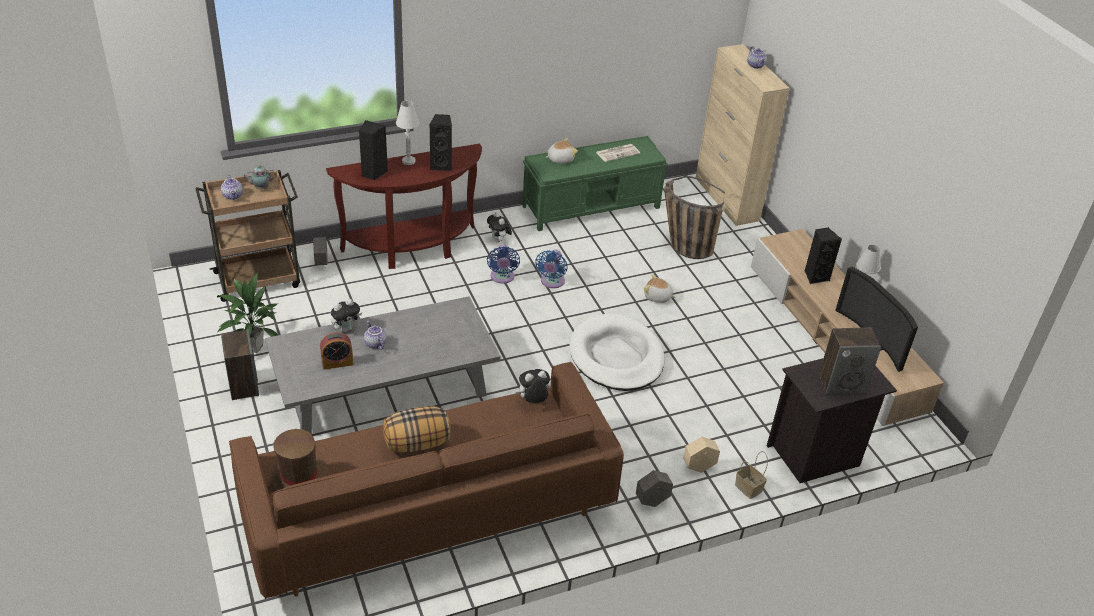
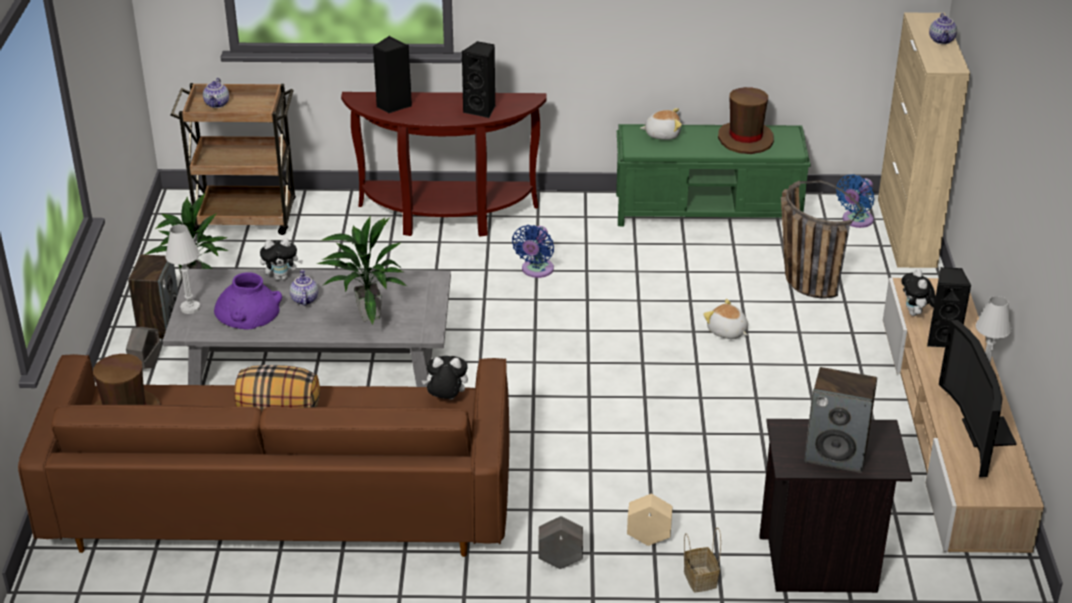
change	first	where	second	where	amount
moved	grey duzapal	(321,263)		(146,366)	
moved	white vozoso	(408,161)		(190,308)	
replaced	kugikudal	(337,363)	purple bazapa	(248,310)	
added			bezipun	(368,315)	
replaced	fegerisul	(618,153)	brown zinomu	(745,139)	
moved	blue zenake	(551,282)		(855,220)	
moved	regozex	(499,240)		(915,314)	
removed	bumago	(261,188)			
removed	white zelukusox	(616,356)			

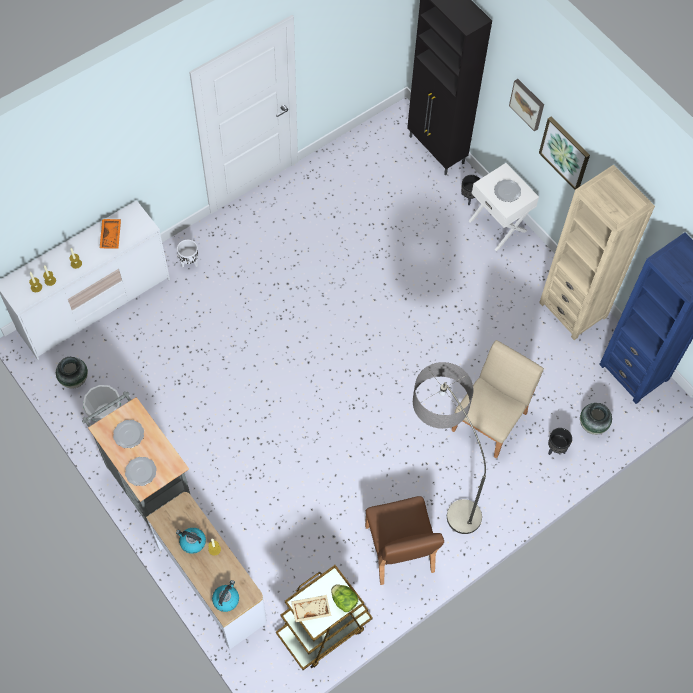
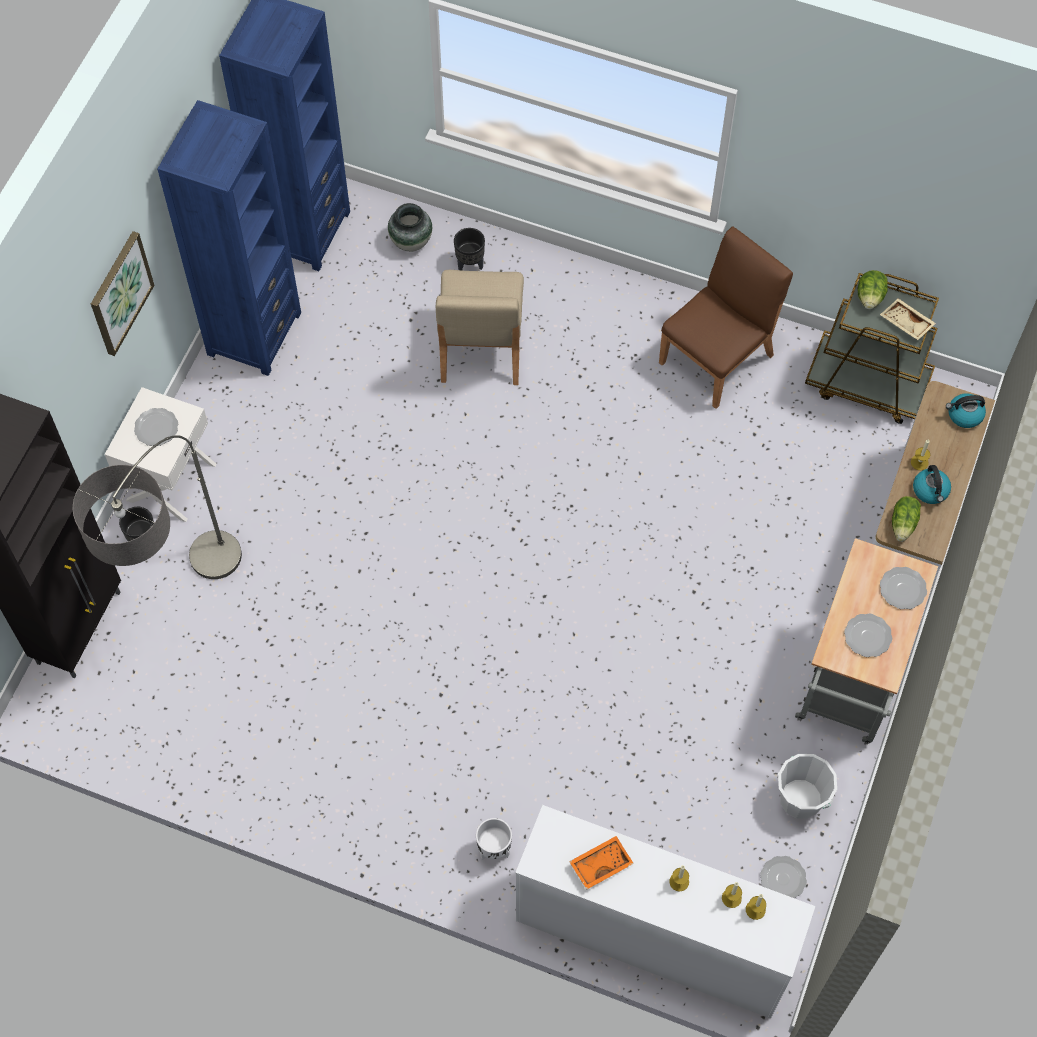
change	first	where	second	where	amount
moved	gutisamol	(439,483)		(184,608)	
recoloured	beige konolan	(573,309)	blue konolan	(254,333)	
turned	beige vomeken	(490,420)		(480,348)	90 degrees counterclockwise
replaced	bazapa	(74,379)	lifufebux	(783,879)	
added			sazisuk	(904,524)	
removed	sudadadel	(528,104)			

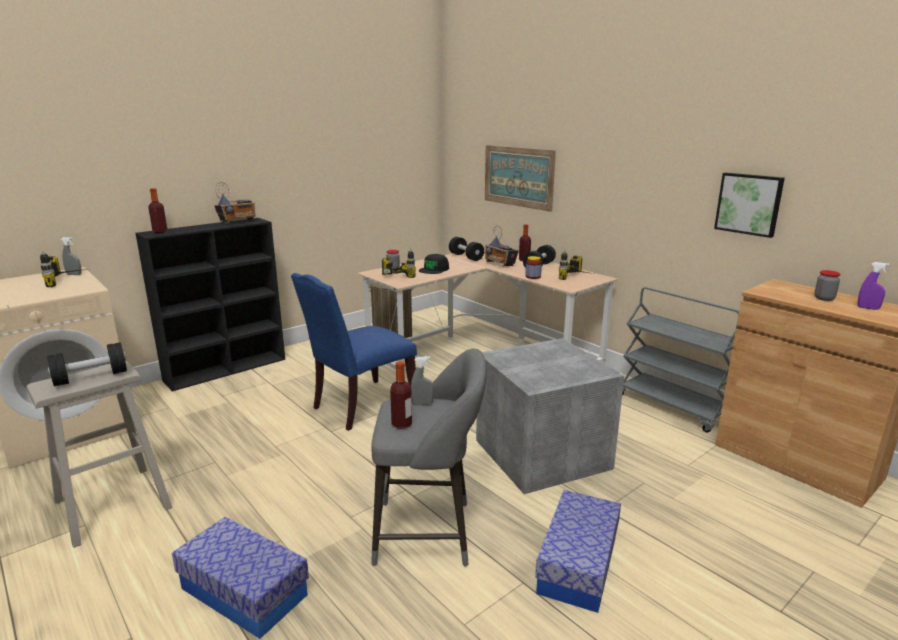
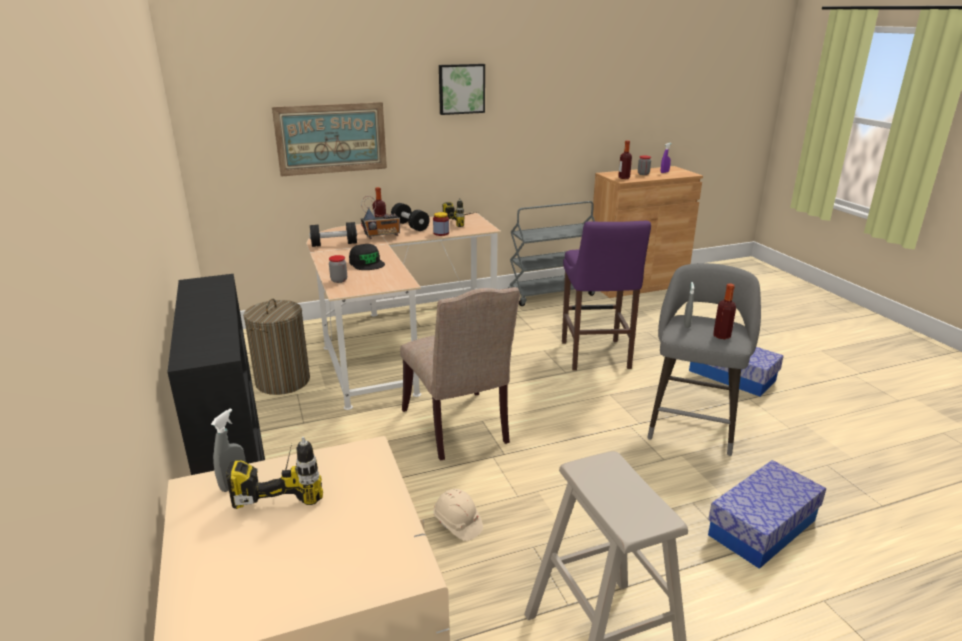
change	first	where	second	where	amount
recoloured	blue vomeken	(361,407)	beige vomeken	(459,428)	
added			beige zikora	(457,523)	
moved	sudadadel	(749,204)		(461,89)	
replaced	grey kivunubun	(539,453)	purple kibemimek	(595,357)	
moved	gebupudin	(160,231)		(624,178)	
removed	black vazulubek	(91,377)			
removed	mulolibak	(238,222)			
removed	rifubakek	(401,274)			

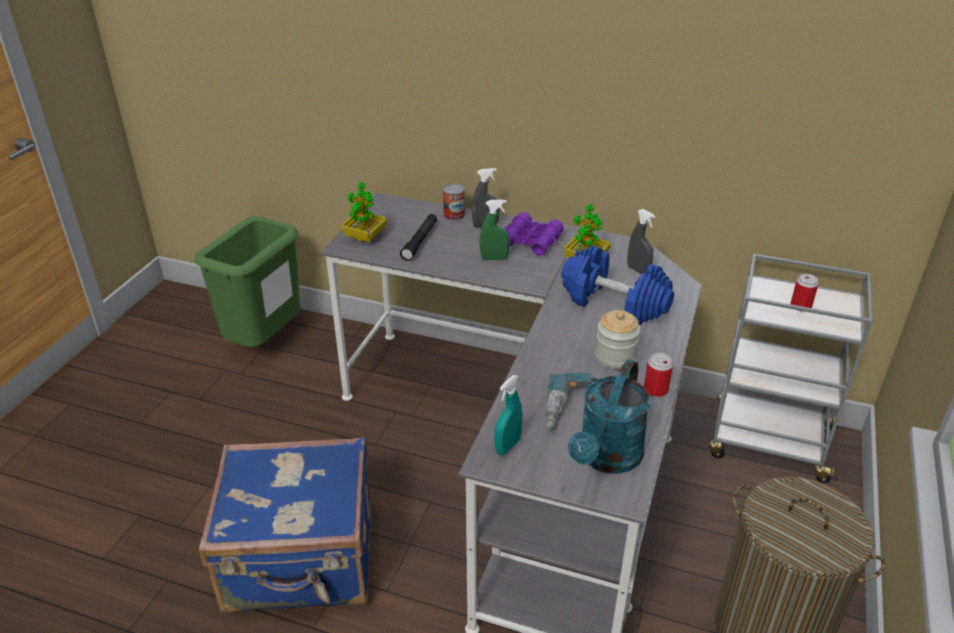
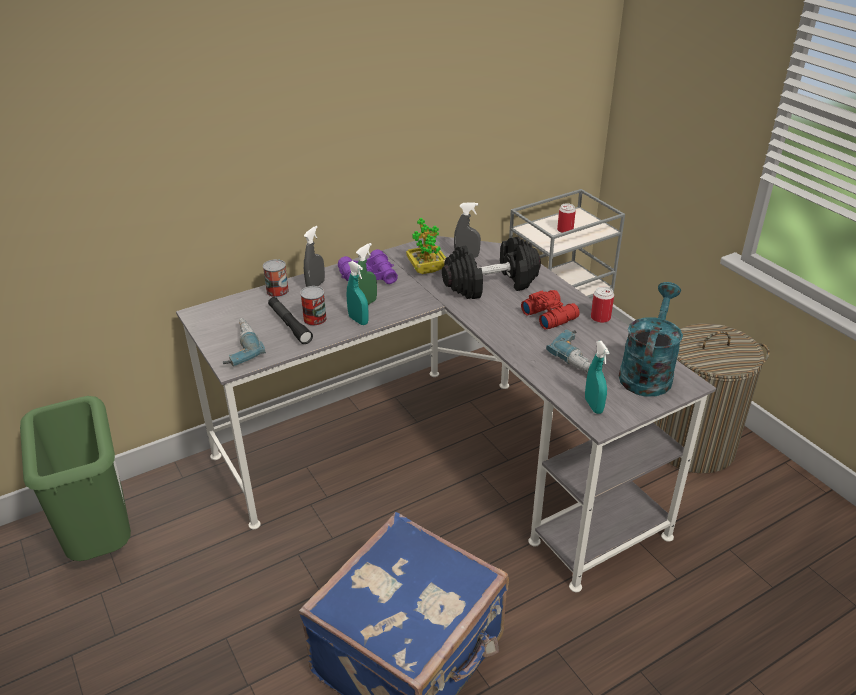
change	first	where	second	where	amount
replaced	bezipun	(365,237)	rifubakek	(238,348)	
added			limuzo	(315,319)	
added			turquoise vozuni	(358,320)	
recoloured	blue vazulubek	(613,303)	black vazulubek	(490,285)	
replaced	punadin	(615,357)	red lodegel	(549,315)	
turned	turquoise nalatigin	(606,459)		(647,372)	135 degrees counterclockwise

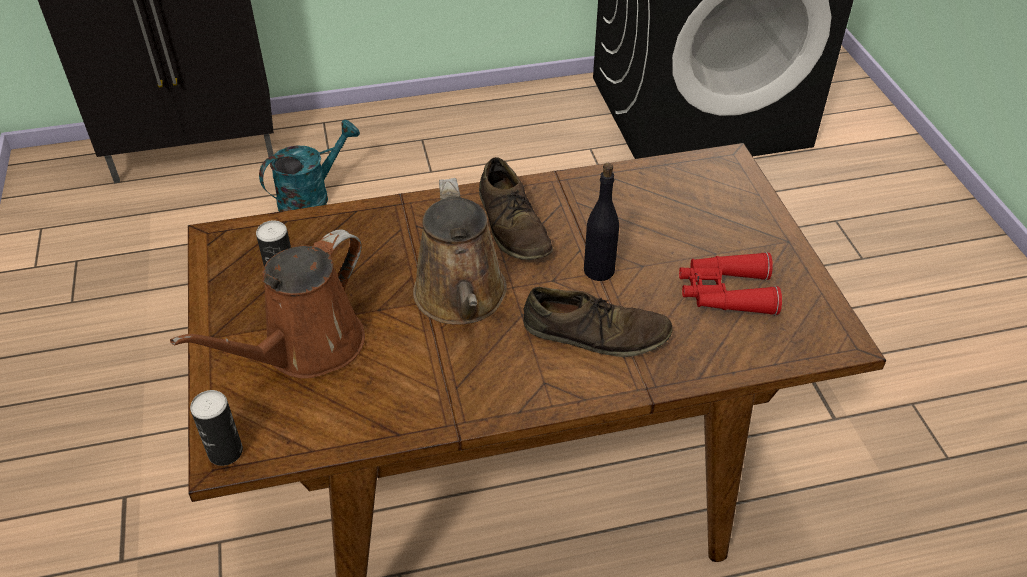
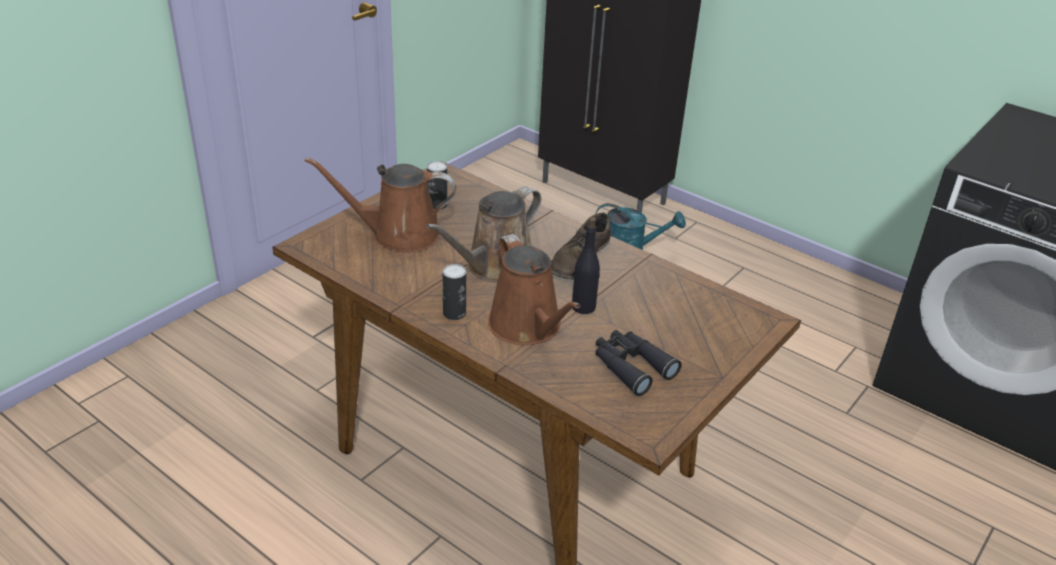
change	first	where	second	where	amount
moved	limuzo	(225,452)		(454,313)	
replaced	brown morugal	(596,333)	brown nalatigin	(528,327)	
recoloured	red lodegel	(725,293)	black lodegel	(630,367)	

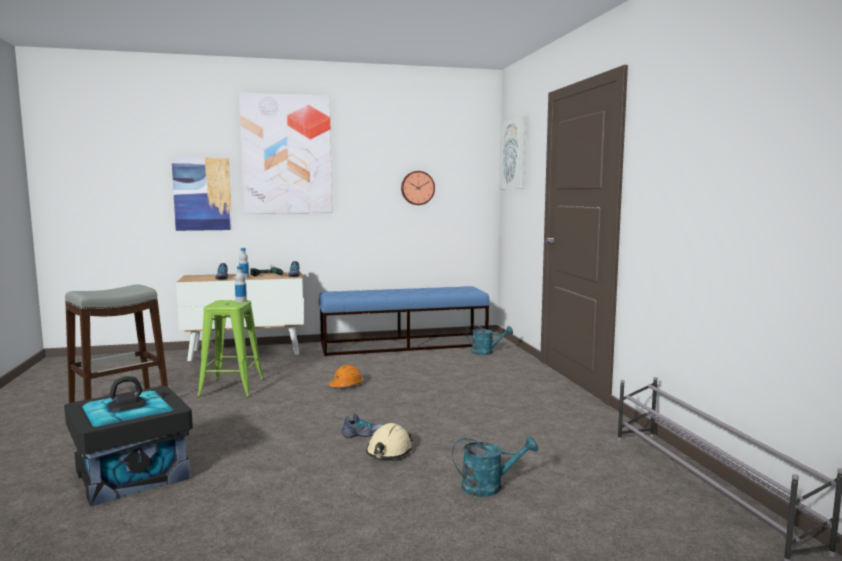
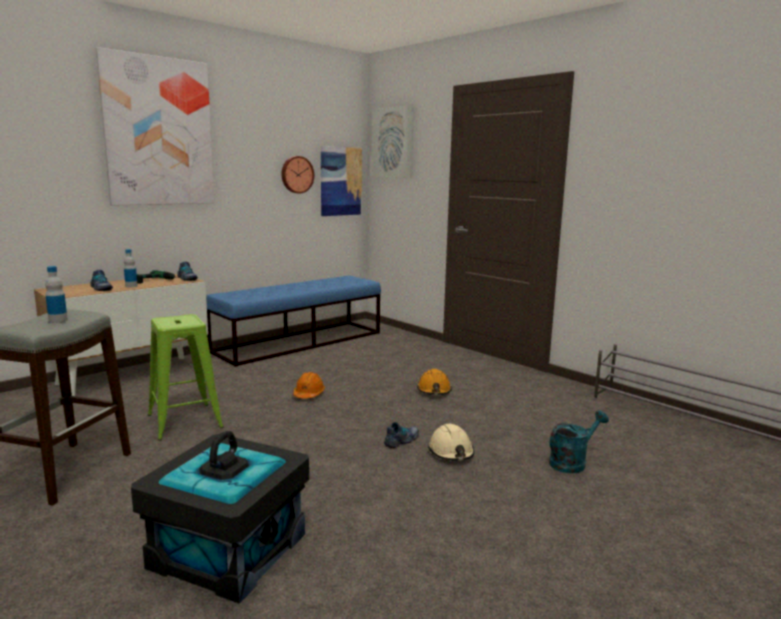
change	first	where	second	where	amount
moved	gebupudin	(241,301)		(58,320)	
moved	sudadadel	(202,194)		(341,181)	
added			orange zikora	(434,391)	
removed	turquoise nalatigin	(486,352)			

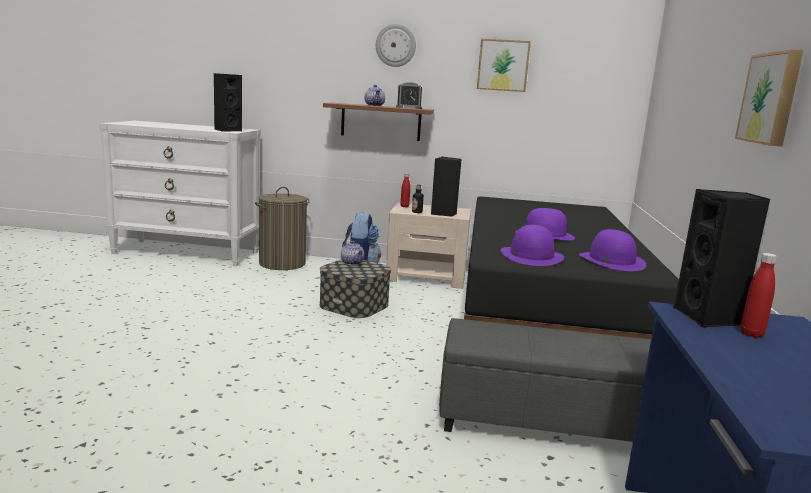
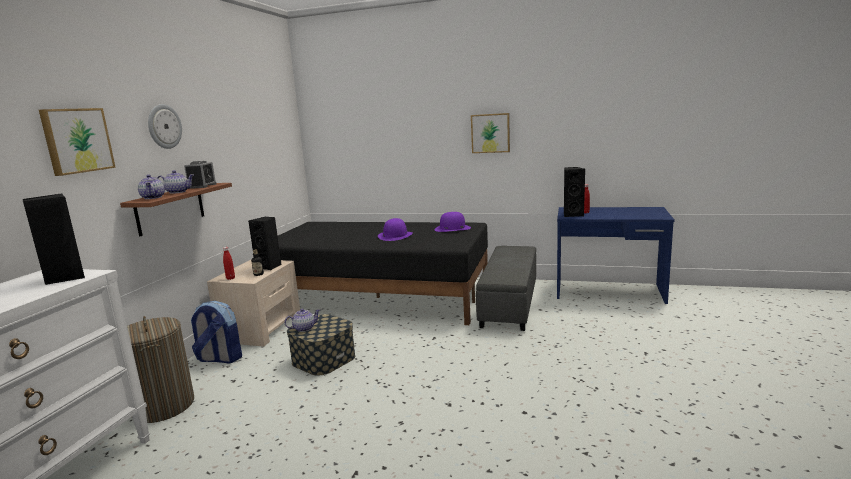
change	first	where	second	where	amount
moved	sudadadel	(503,65)		(76,140)	
added			bumago	(153,197)	
removed	purple zinomu	(531,256)			

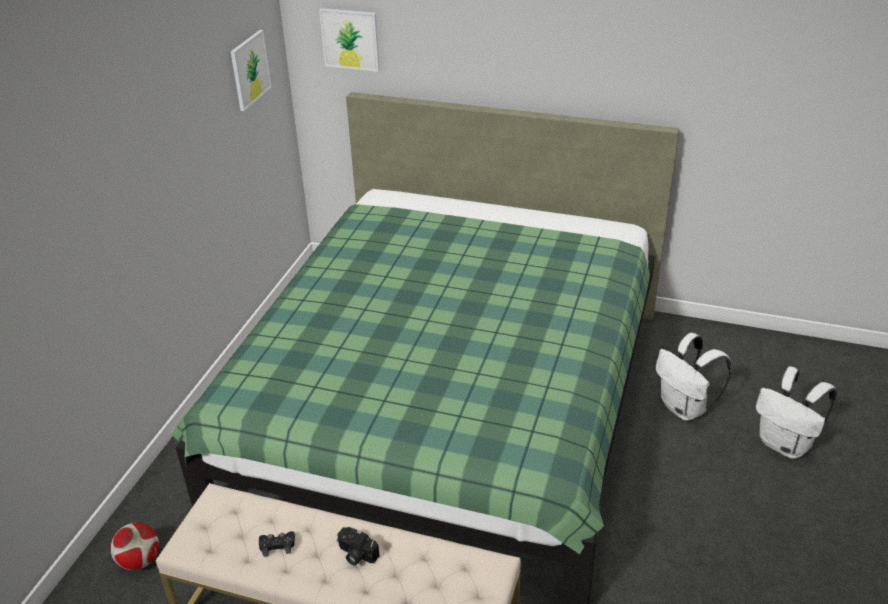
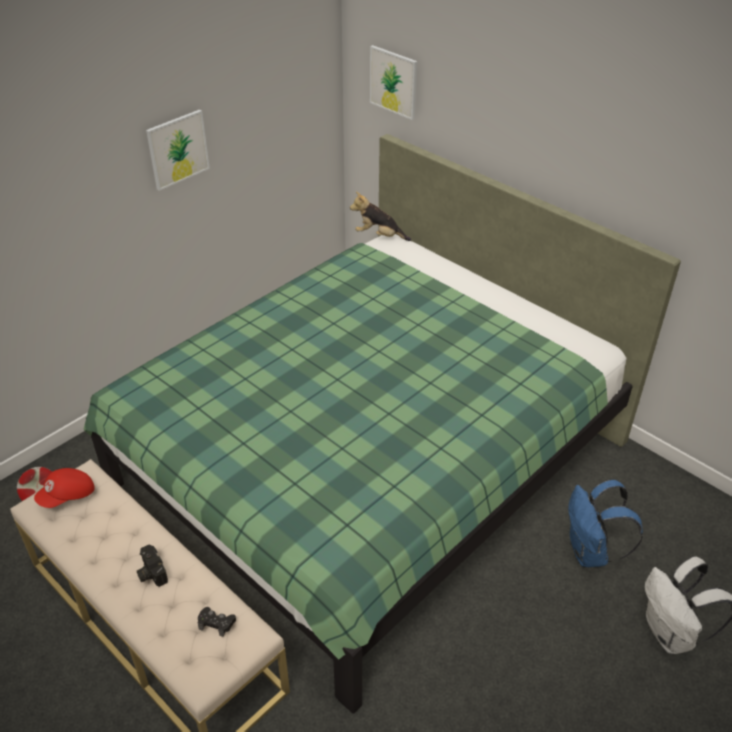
change	first	where	second	where	amount
added			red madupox	(68,496)	
moved	sudadadel	(250,70)		(178,149)	
moved	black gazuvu	(277,545)		(216,623)	
added			regozex	(379,236)	
recoloured	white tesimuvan	(685,408)	blue tesimuvan	(590,552)	

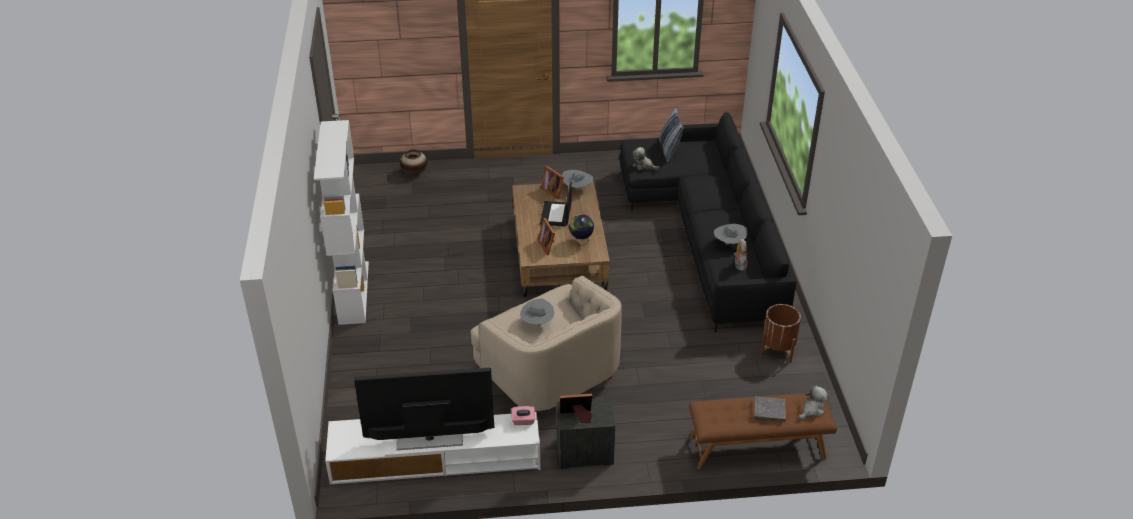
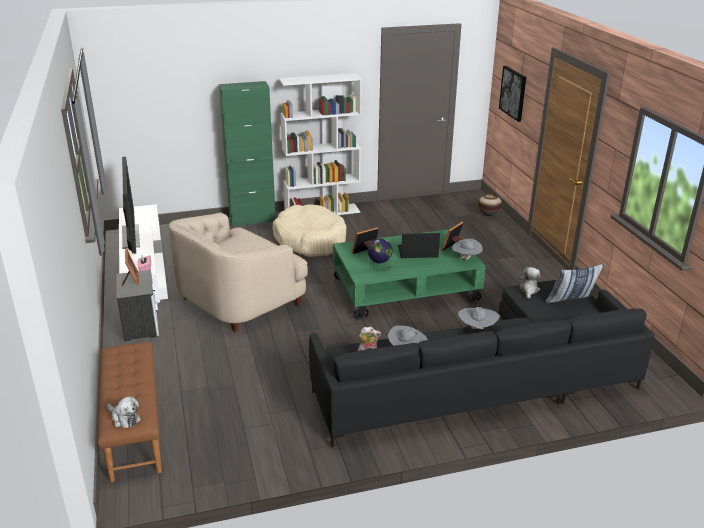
change	first	where	second	where	amount
added			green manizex	(252,220)	
added			beige zelukusox	(310,240)	
recoloured	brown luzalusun	(559,254)	green luzalusun	(405,290)	
moved	grey zinomu	(537,323)		(477,329)	
added			sudadadel	(513,93)	
removed	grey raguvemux	(769,411)			
removed	brown duzapal	(778,349)			

